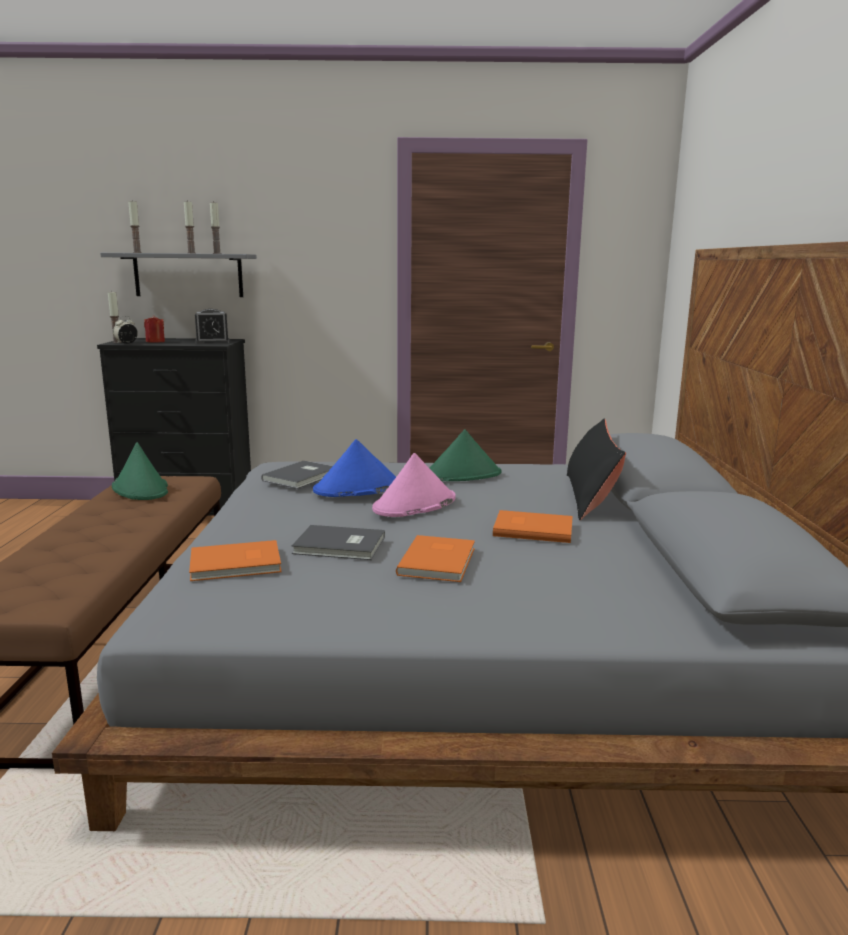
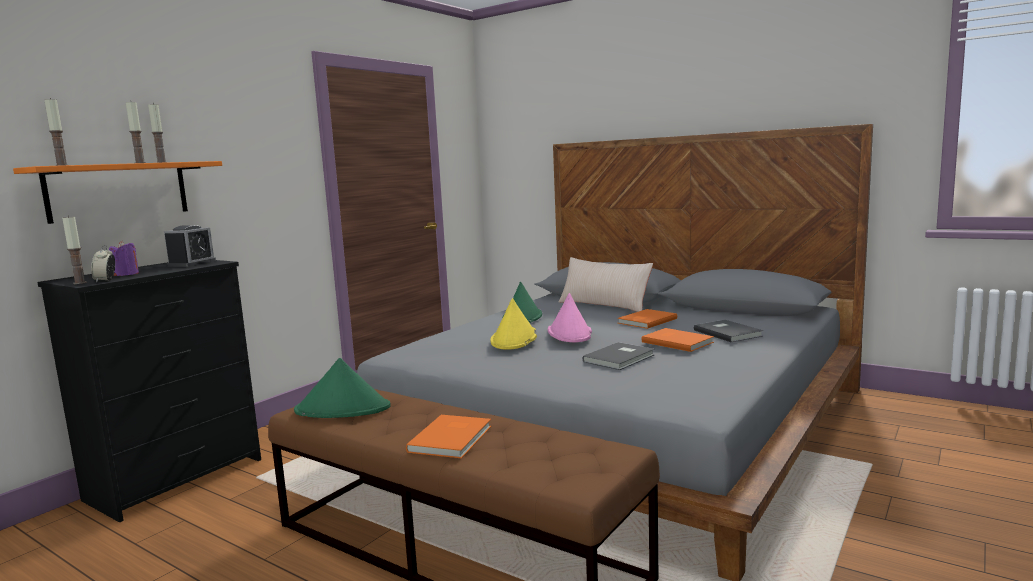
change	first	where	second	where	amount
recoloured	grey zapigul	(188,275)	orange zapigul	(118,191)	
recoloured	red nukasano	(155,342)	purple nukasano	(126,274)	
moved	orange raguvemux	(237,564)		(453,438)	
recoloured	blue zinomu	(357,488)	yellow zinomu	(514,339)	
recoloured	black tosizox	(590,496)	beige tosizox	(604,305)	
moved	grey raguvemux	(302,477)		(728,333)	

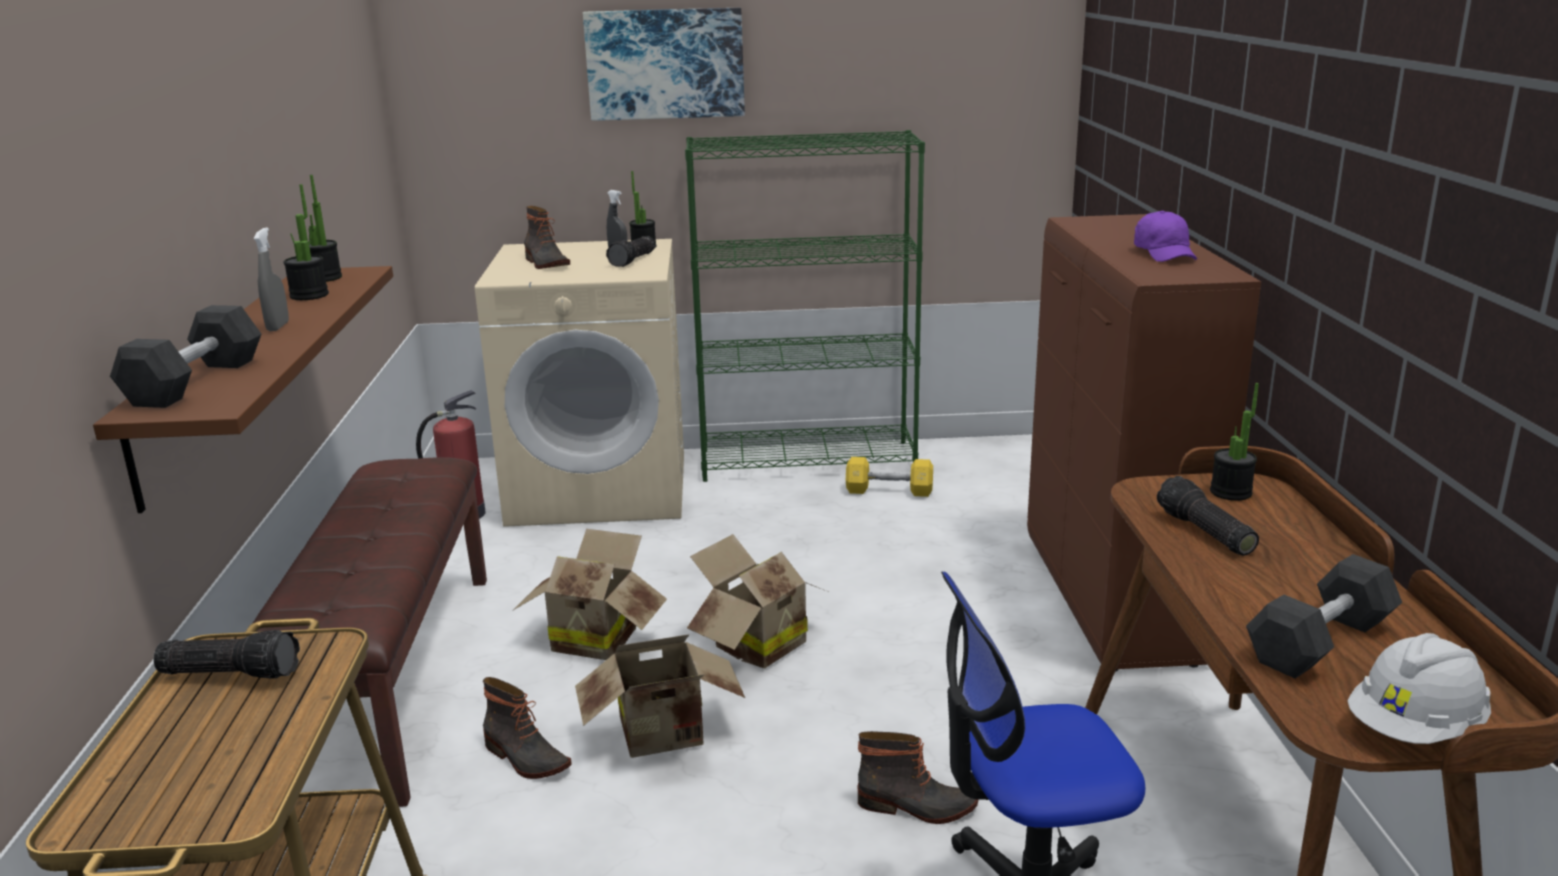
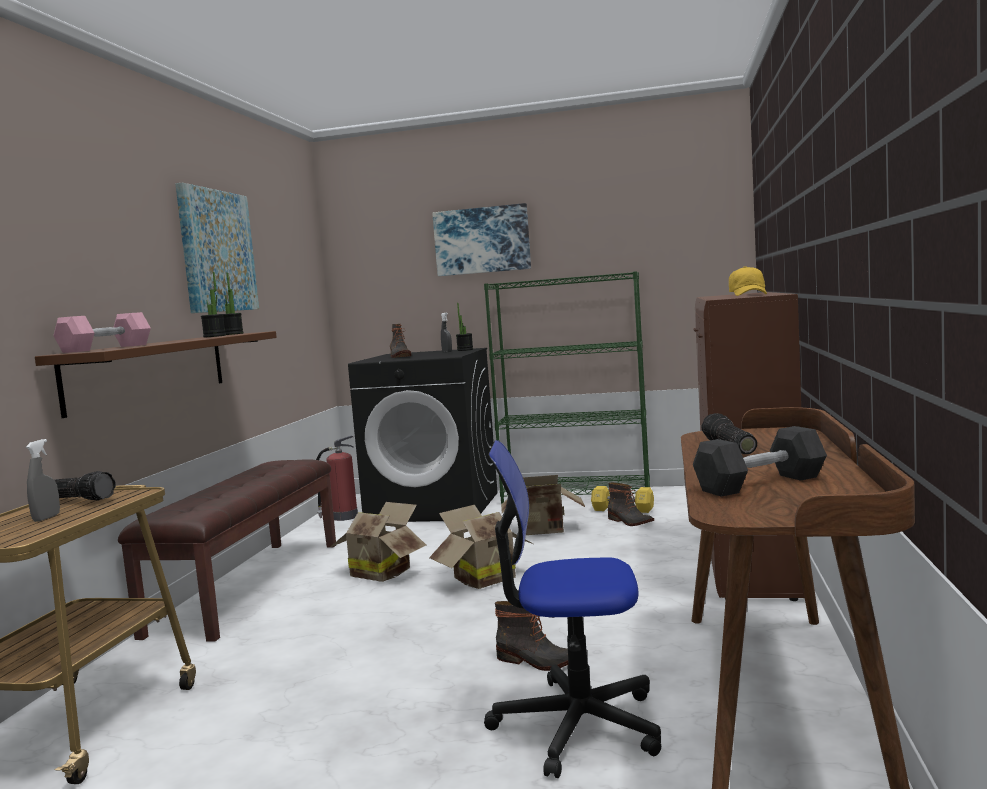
change	first	where	second	where	amount
moved	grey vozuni	(278,327)		(46,518)	
recoloured	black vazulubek	(195,382)	pink vazulubek	(106,348)	
added			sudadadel	(217,251)	
recoloured	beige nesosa	(601,488)	black nesosa	(434,507)	
moved	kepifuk	(665,737)		(545,531)	
moved	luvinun	(525,759)		(629,522)	
recoloured	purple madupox	(1164,254)	yellow madupox	(748,295)	
removed	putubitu	(634,260)			
removed	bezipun	(1230,492)			
removed	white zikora	(1415,729)			

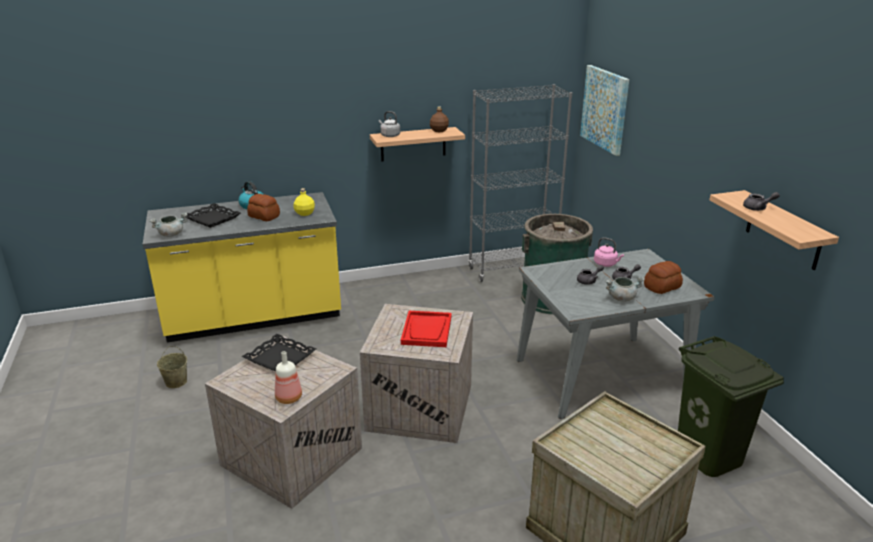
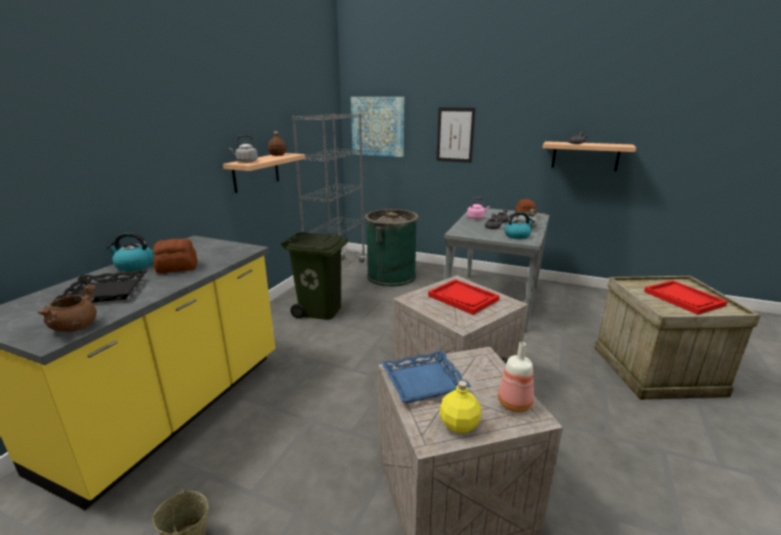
change	first	where	second	where	amount
recoloured	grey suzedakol	(171,234)	brown suzedakol	(75,327)	
moved	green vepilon	(707,455)		(320,310)	
recoloured	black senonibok	(280,358)	blue senonibok	(423,381)	
added			sudadadel	(455,135)	
moved	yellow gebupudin	(305,213)		(459,425)	
added			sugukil	(517,236)	
added			red senonibok	(683,298)	

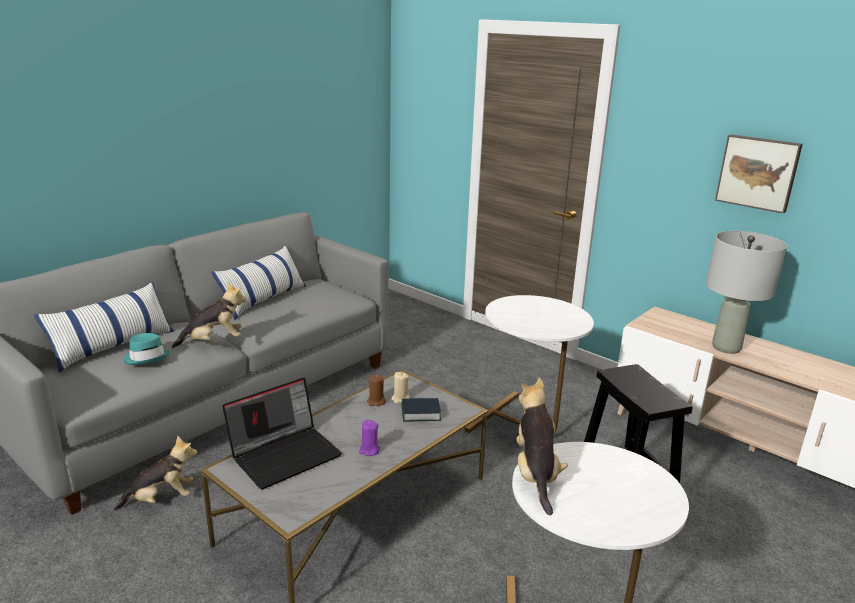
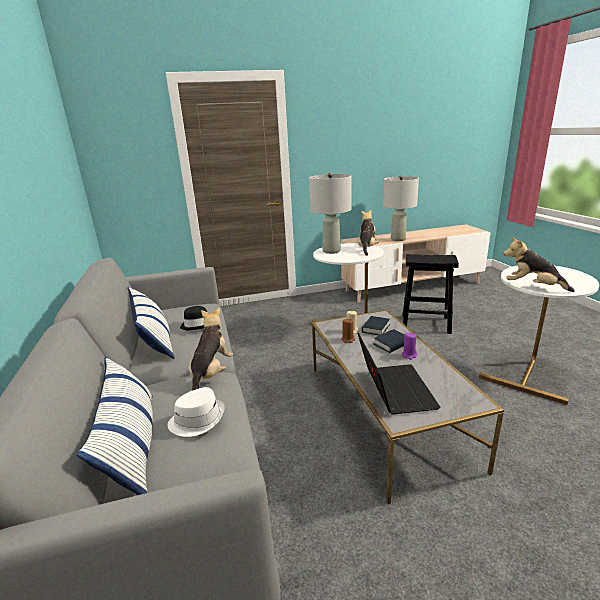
change	first	where	second	where	amount
recoloured	turquoise zinomu	(146,357)	white zinomu	(197,419)	
added			black zinomu	(197,325)	
added			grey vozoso	(331,251)	
moved	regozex	(161,499)		(367,248)	
added			raguvemux	(391,344)	
removed	sudadadel	(758,172)			

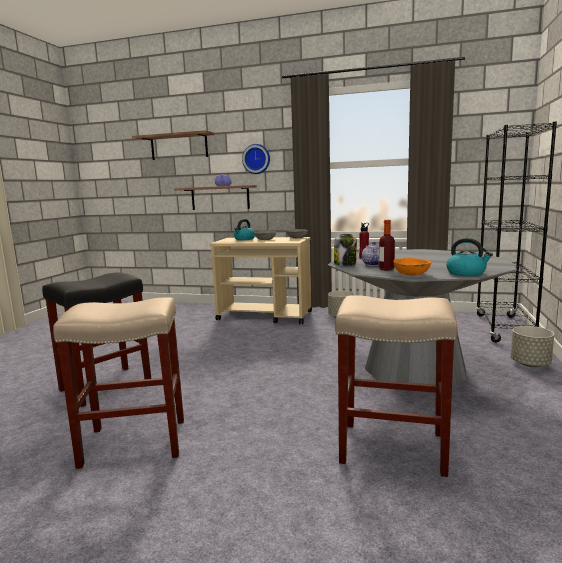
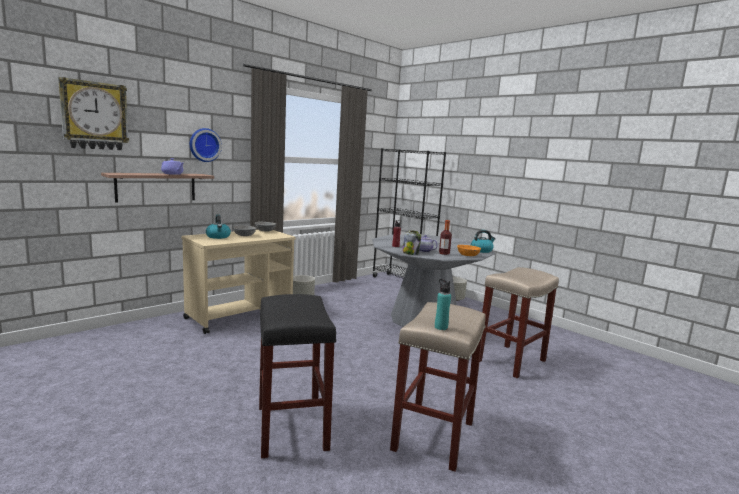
change	first	where	second	where	amount
replaced	zapigul	(179,146)	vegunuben	(94,116)	
added			turquoise gebupudin	(441,327)	

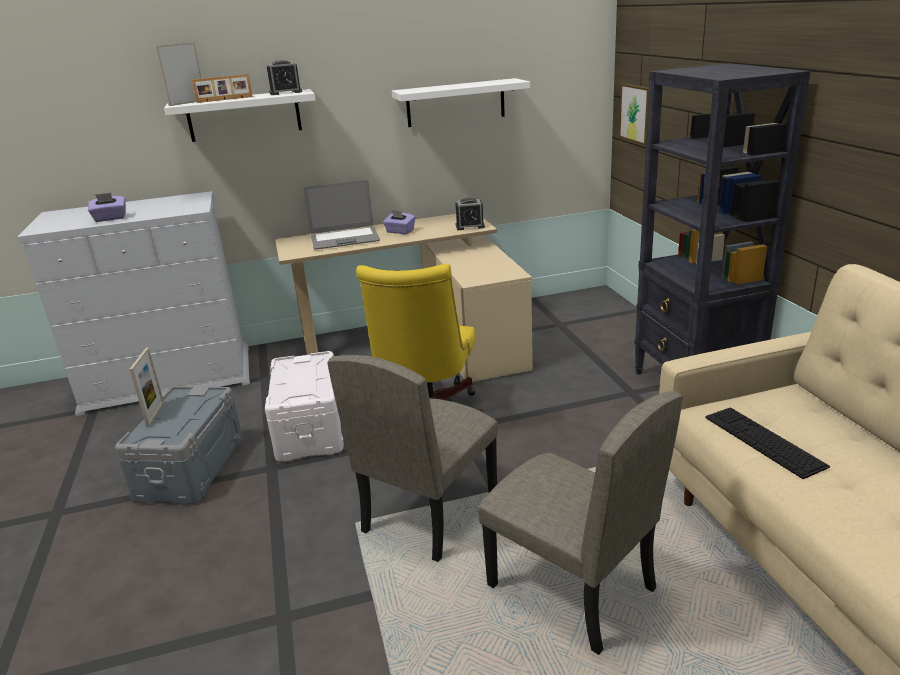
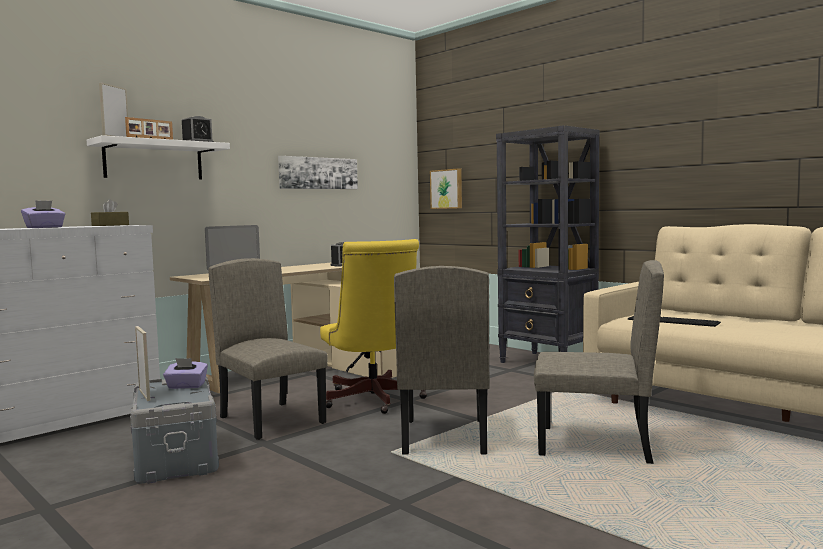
change	first	where	second	where	amount
added			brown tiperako	(110,225)	
moved	purple tiperako	(400,231)		(186,386)	
replaced	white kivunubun	(311,429)	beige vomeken	(272,420)	
replaced	white zapigul	(455,103)	sudadadel	(318,173)	

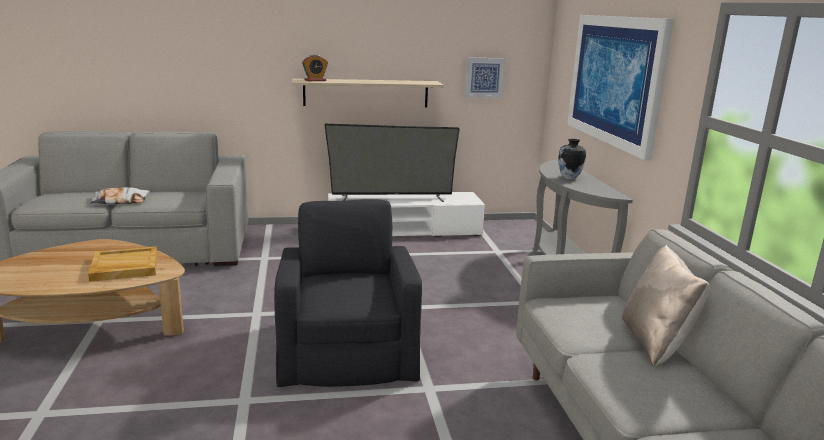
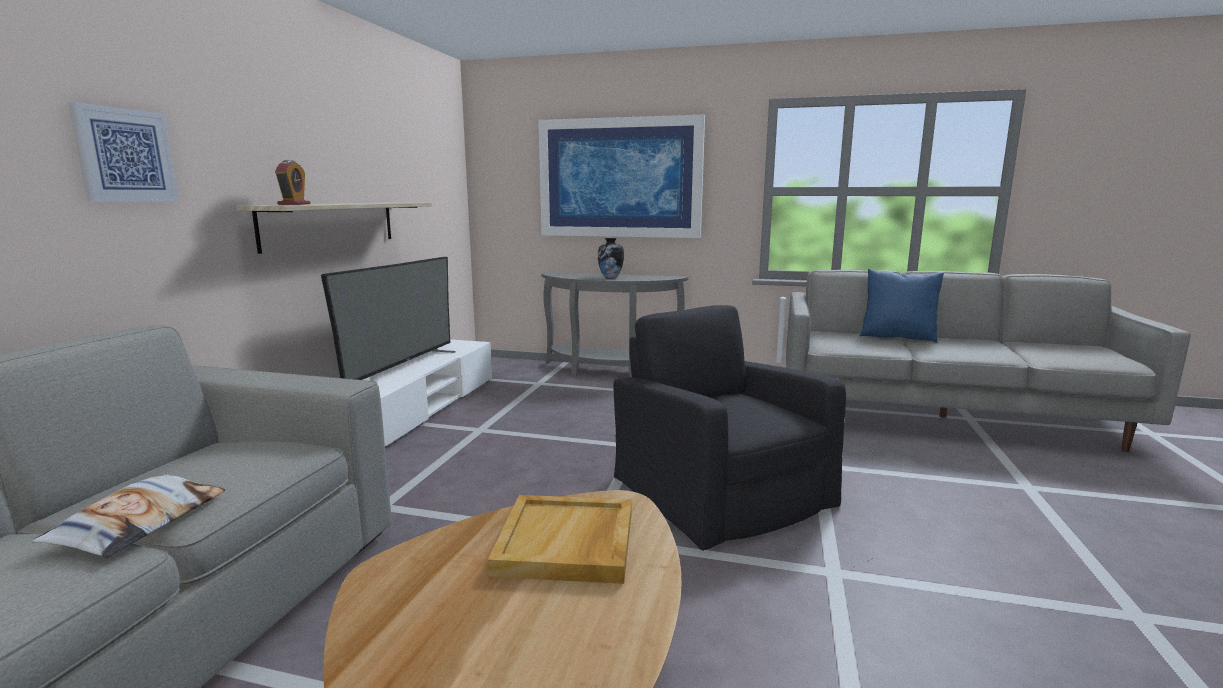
change	first	where	second	where	amount
moved	sudadadel	(484,77)		(125,155)	
turned	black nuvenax	(347,347)		(719,489)	45 degrees clockwise
recoloured	beige tosizox	(655,343)	blue tosizox	(897,337)	

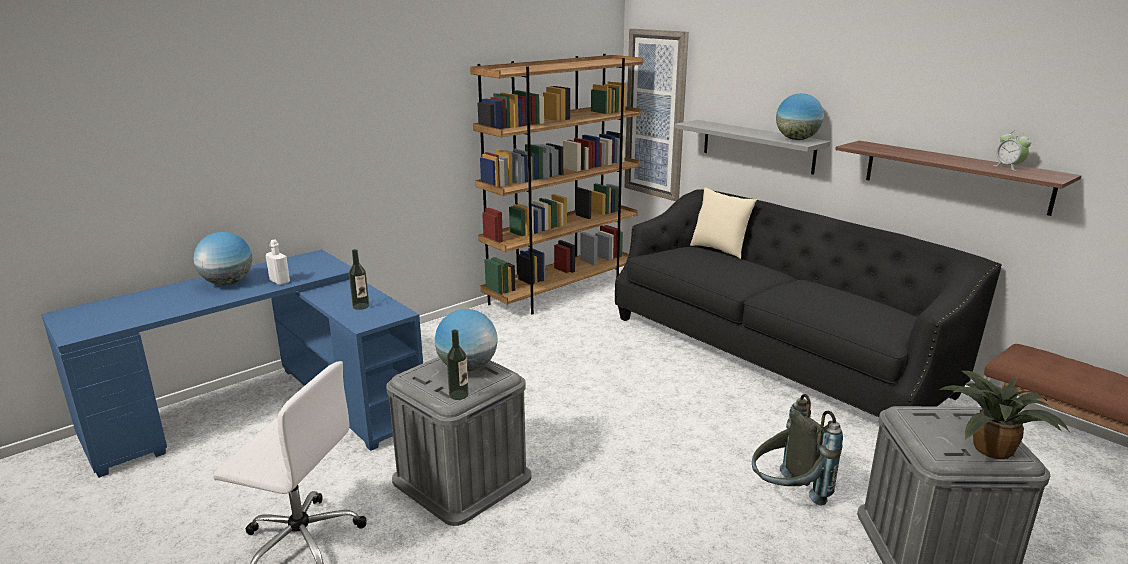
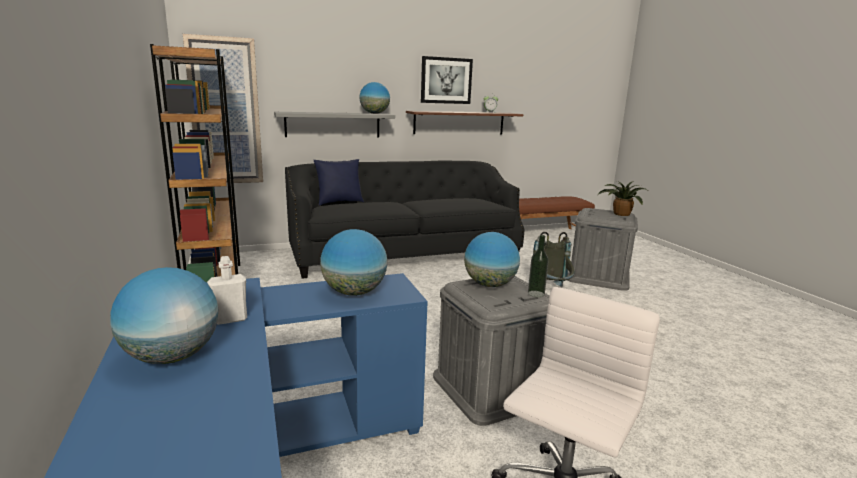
change	first	where	second	where	amount
recoloured	beige tosizox	(719,250)	blue tosizox	(339,202)	
replaced	gebupudin	(361,306)	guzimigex	(354,292)	
added			sudadadel	(446,80)	

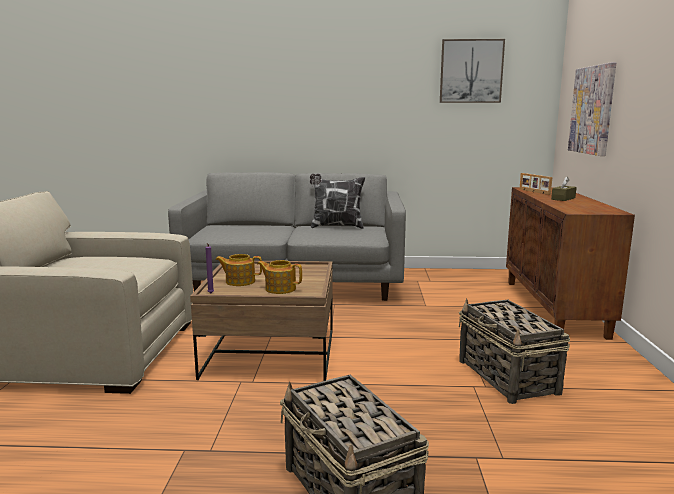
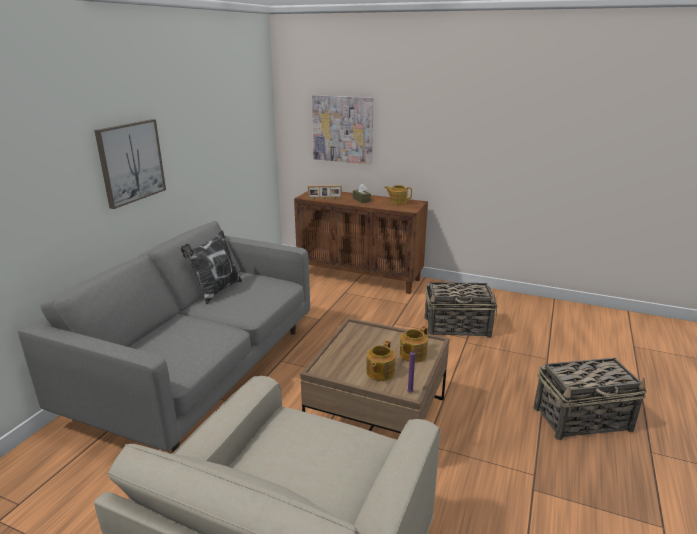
change	first	where	second	where	amount
moved	sudadadel	(471,71)		(131,162)	
added			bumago	(397,202)	

